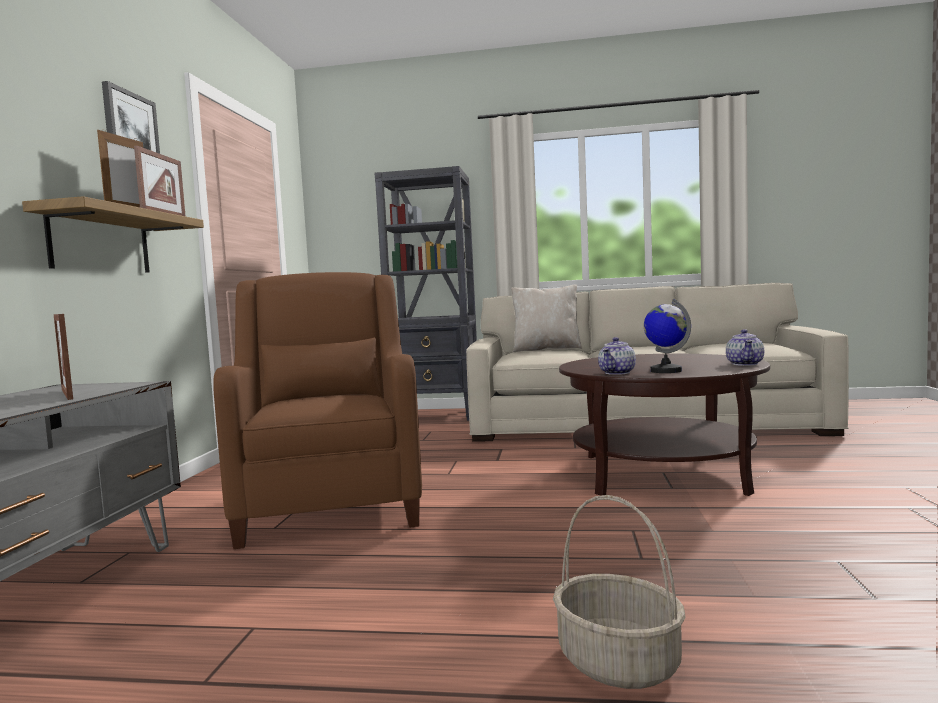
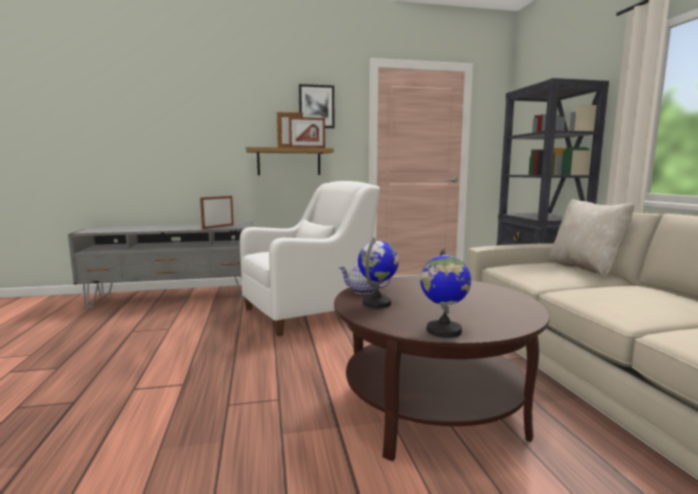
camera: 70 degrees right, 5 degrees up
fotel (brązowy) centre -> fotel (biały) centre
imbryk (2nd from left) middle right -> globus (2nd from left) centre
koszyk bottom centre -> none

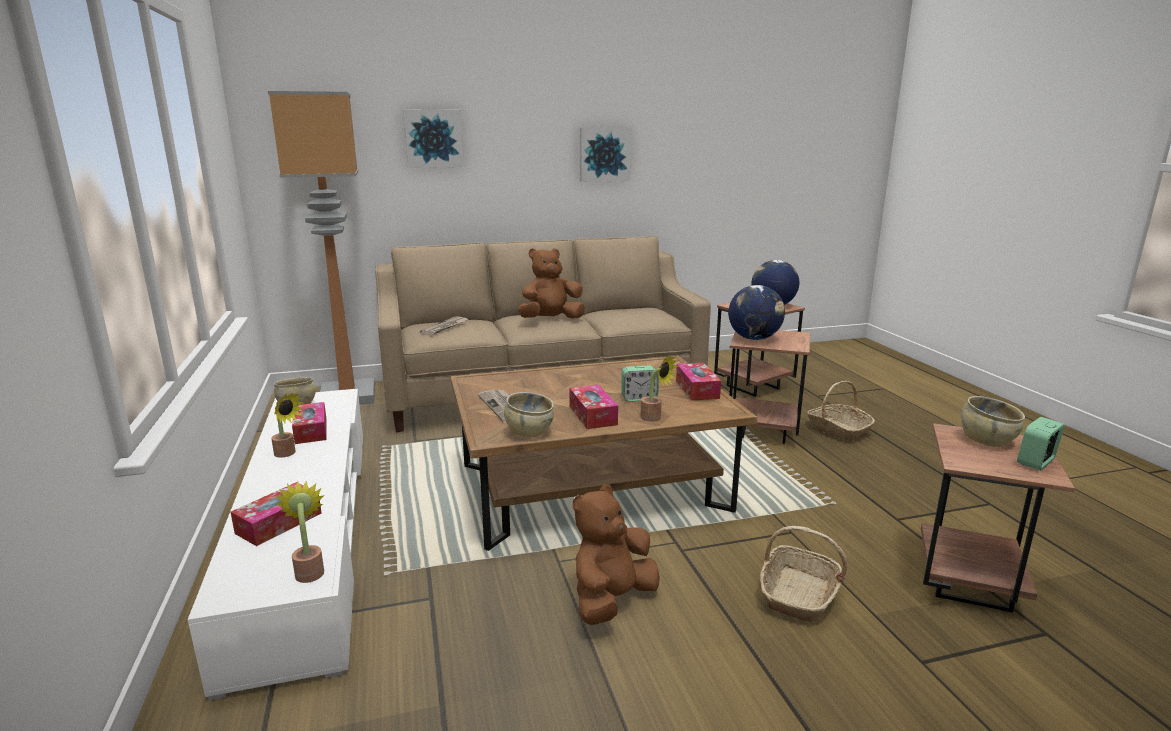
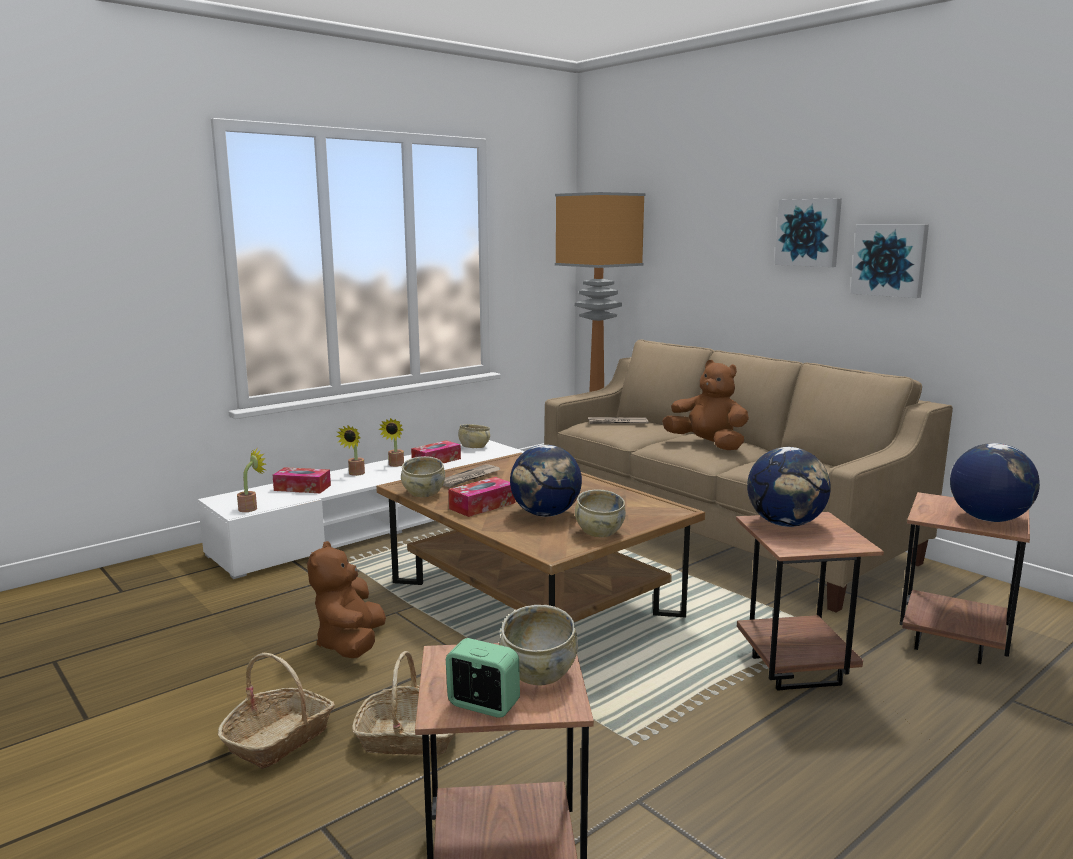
camera: 65 degrees right, 5 degrees down
koszyk (2nd from left in the first image) middle right -> koszyk (1st from left) bottom left, move
pluszak (brązowy) (2nd from left in the first image) bottom centre -> pluszak (brązowy) (1st from left) bottom left, 105 degrees counterclockwise
roślina doniczkowa (3rd from left in the first image) centre -> roślina doniczkowa (2nd from left) middle left, move
budzik (1st from left) centre -> globus (1st from left) centre
pudełko chusteczek (4th from left) centre -> miska (beżowy) (4th from left) centre
obraz (1st from left) top centre -> obraz (1st from left) top right, move

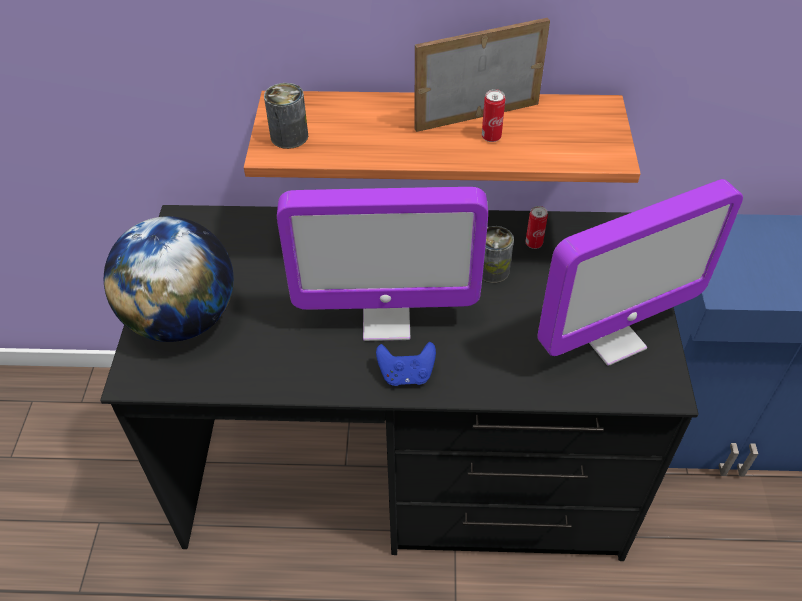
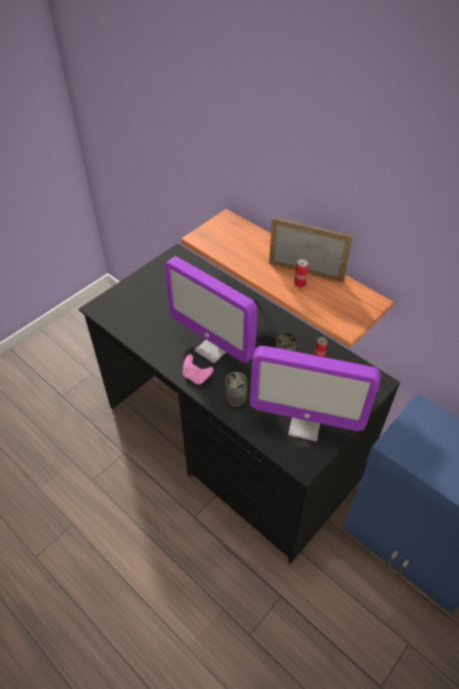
camera: 40 degrees right, 0 degrees up
pad do gier (niebieski) centre -> pad do gier (różowy) centre
puszka (1st from left) top centre -> puszka (1st from left) centre, move
globus middle left -> none

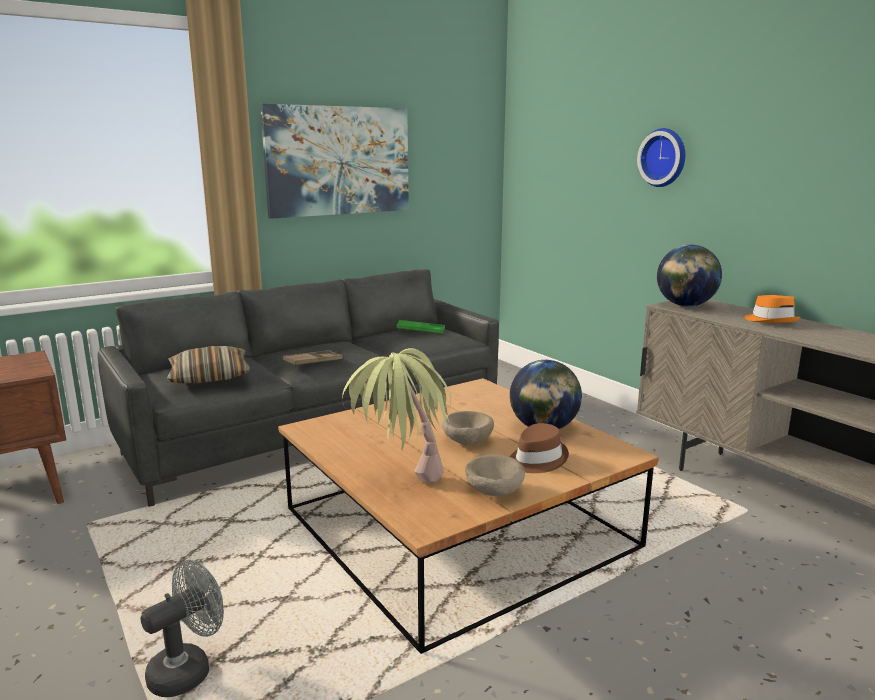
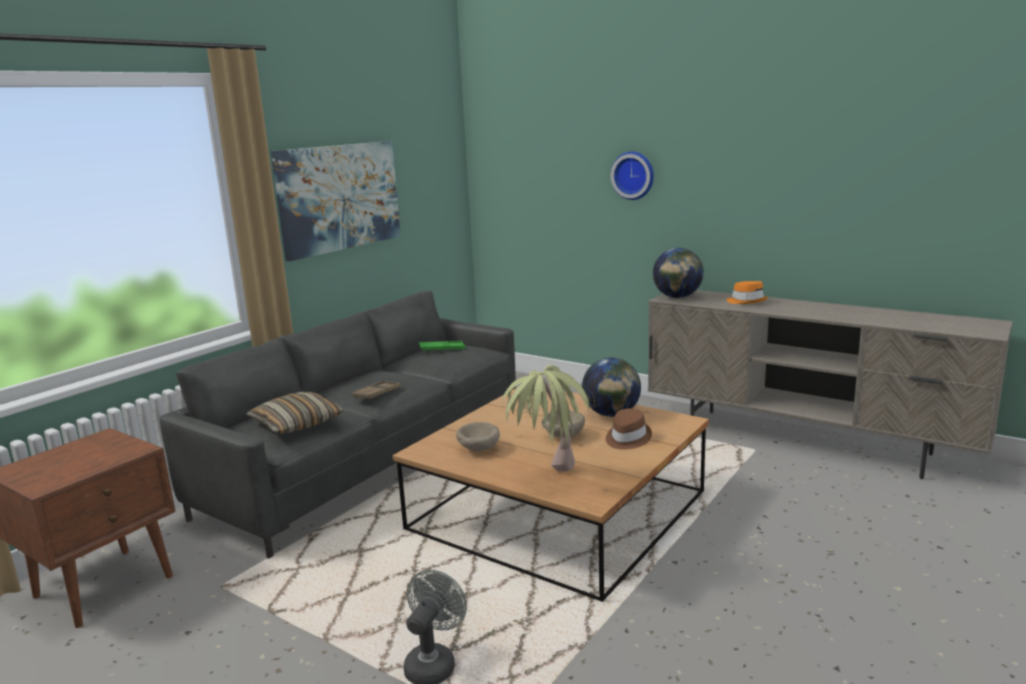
camera: 20 degrees left, 0 degrees up
miska (beżowy) (2nd from left in the first image) bottom centre -> miska (beżowy) (1st from left) centre, move

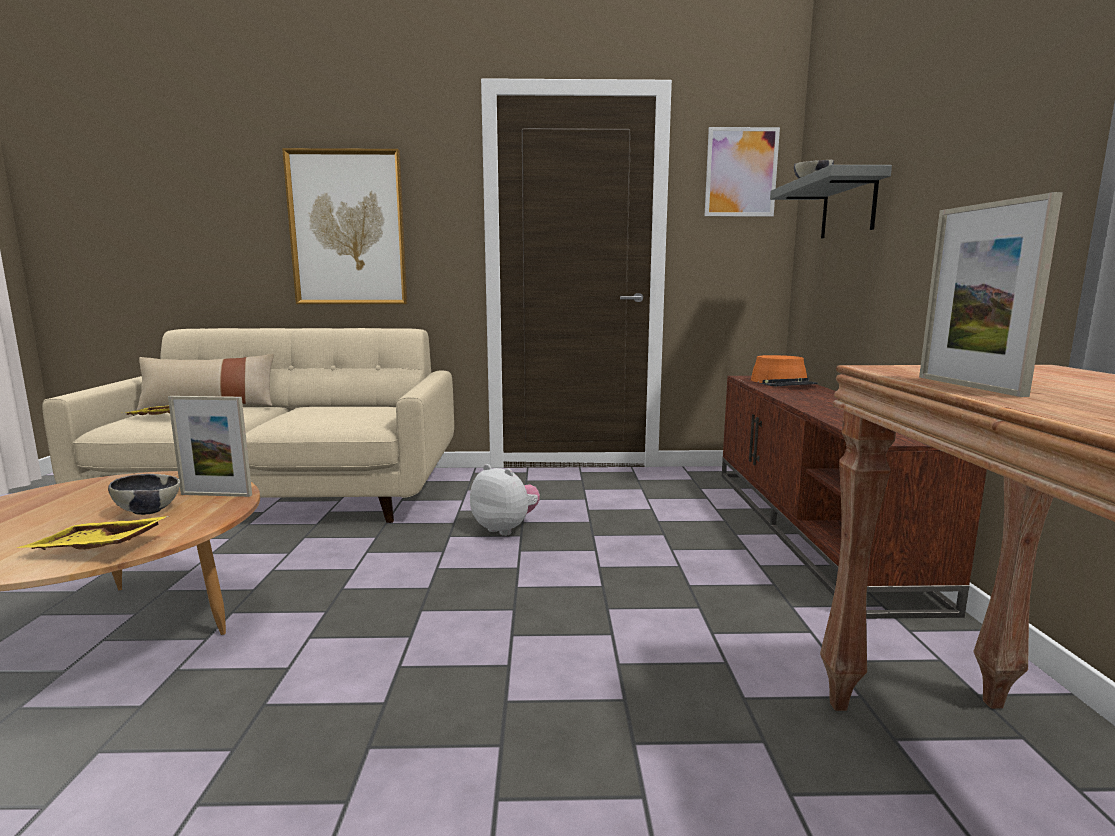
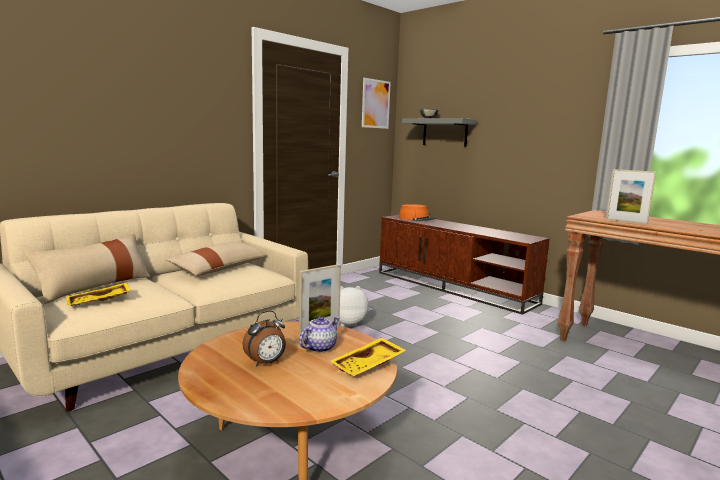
camera: 45 degrees left, 0 degrees up
none -> poduszka (beżowy) (2nd from left) middle left
none -> budzik bottom centre
miska (1st from left) middle left -> imbryk bottom centre
obraz (1st from left) top left -> none

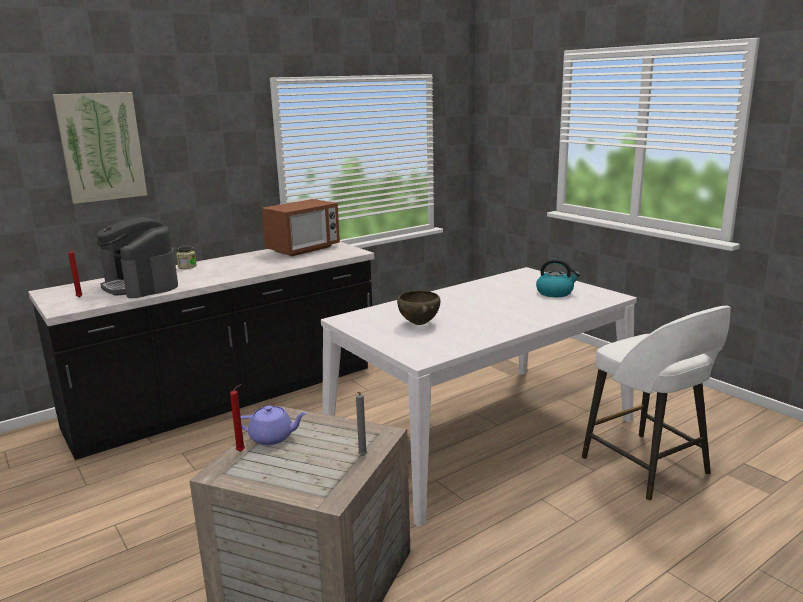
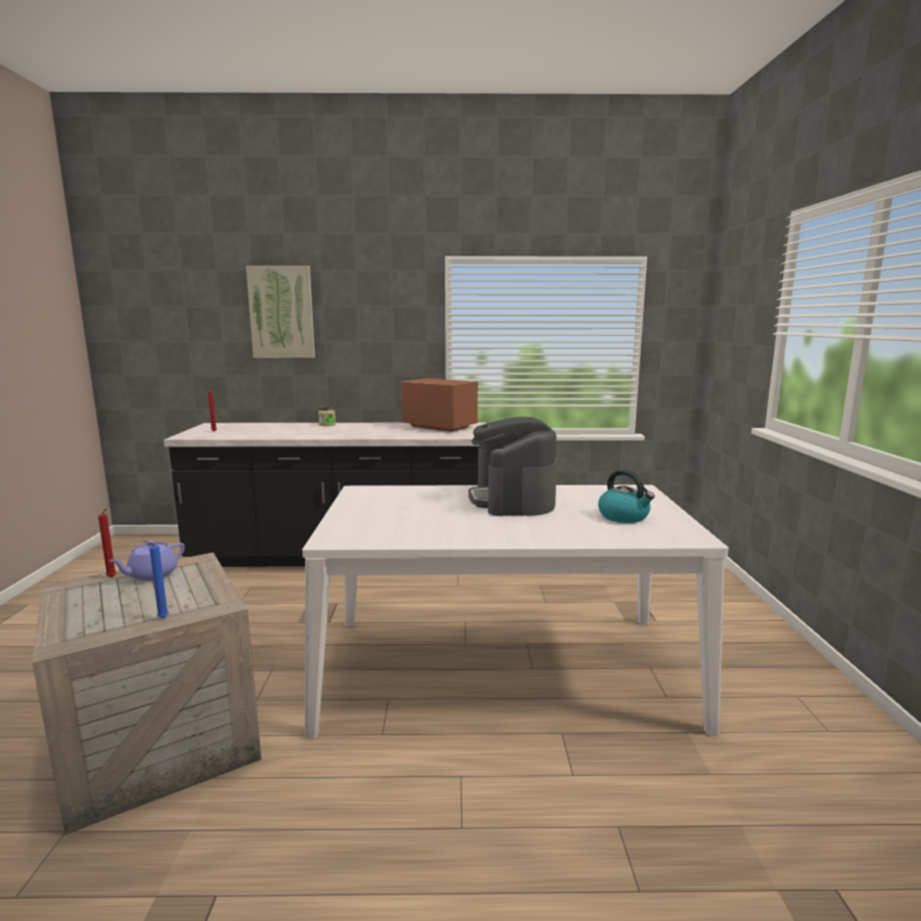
camera: 35 degrees right, 5 degrees down
imbryk (fioletowy) bottom centre -> imbryk (fioletowy) middle left, 90 degrees clockwise
świeca (szary) bottom centre -> świeca (niebieski) middle left
mikrofalówka centre, 135 degrees counterclockwise
ekspres do kawy middle left -> ekspres do kawy centre, move
miska (brązowy) centre -> none
stołek (biały) bottom right -> none

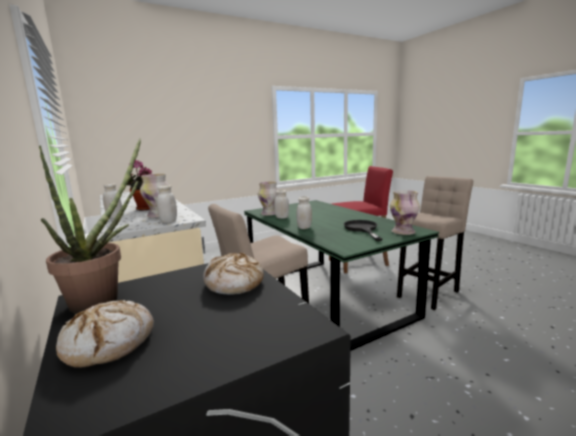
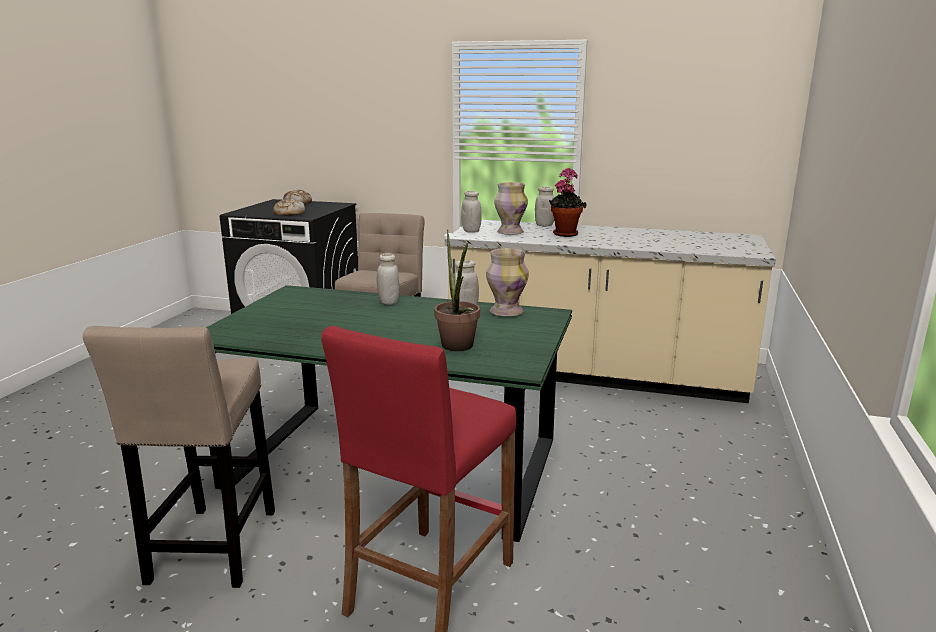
camera: 135 degrees right, 5 degrees up
roślina doniczkowa (1st from left) middle left -> roślina doniczkowa (1st from left) centre, move
patelnia (czarny) centre -> none
wazon (3rd from left) middle right -> none

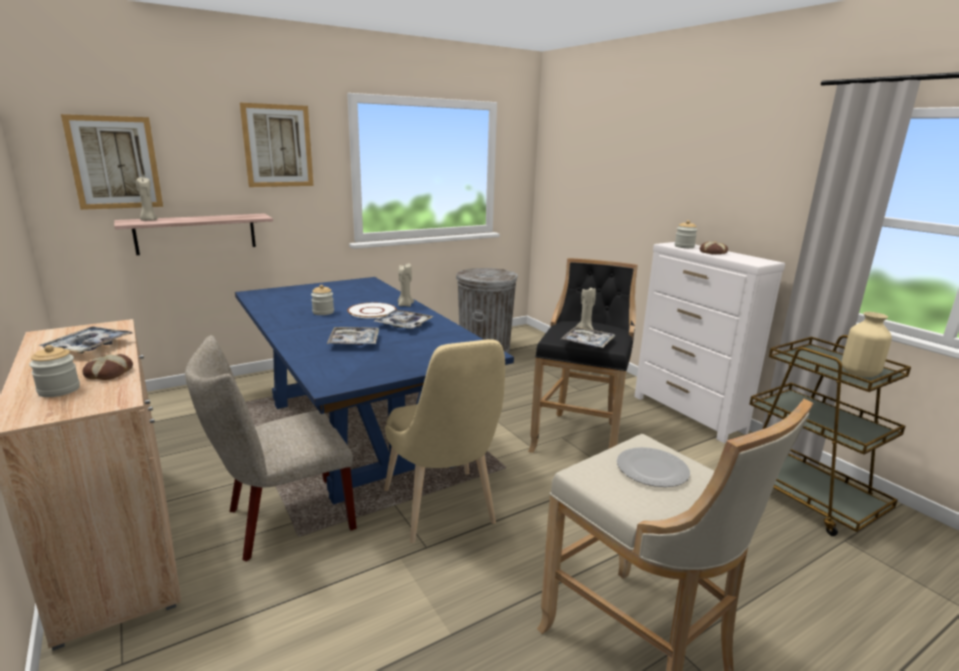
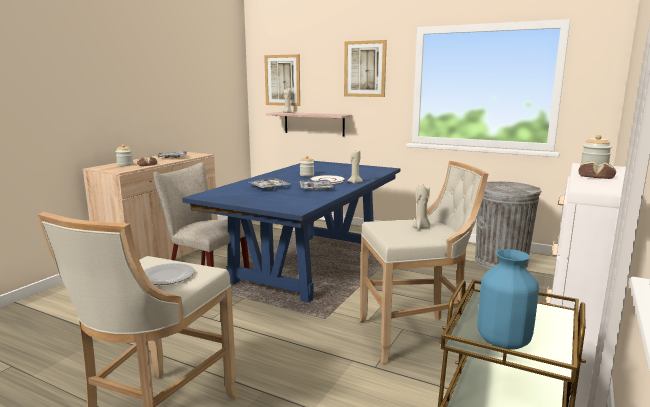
camera: 60 degrees right, 5 degrees down
stołek (czarny) centre -> stołek (beżowy) (2nd from left) centre
wazon (beżowy) middle right -> wazon (niebieski) bottom right
krzesło (beżowy) (2nd from left) centre -> none
taca (4th from left) centre -> none

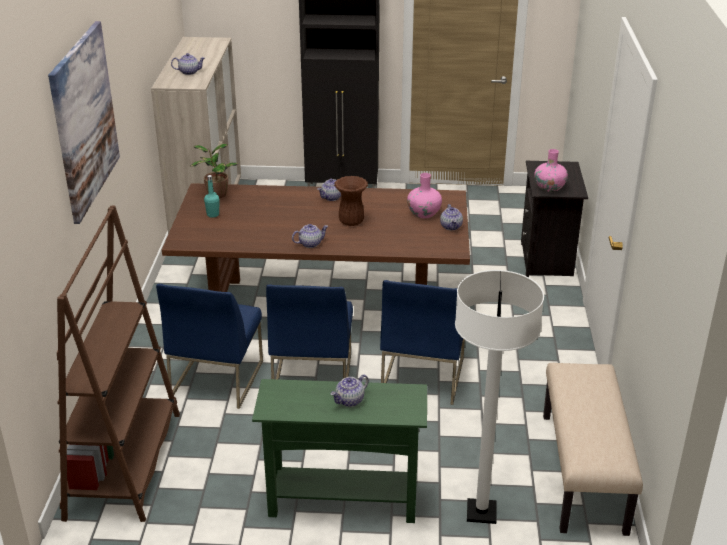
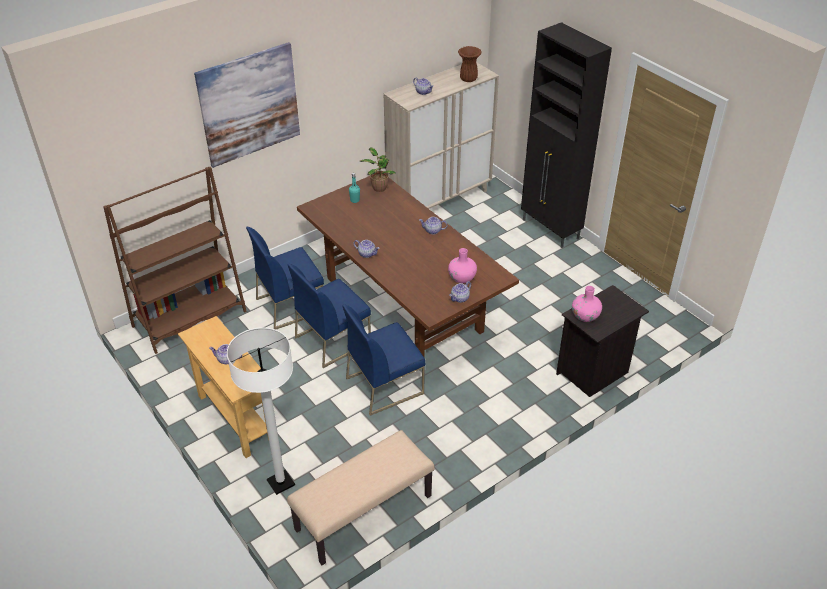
camera: 50 degrees right, 10 degrees up
stolik konsolowy (zielony) bottom centre -> stolik konsolowy (beżowy) middle left
wazon (brązowy) centre -> wazon (brązowy) top centre, move

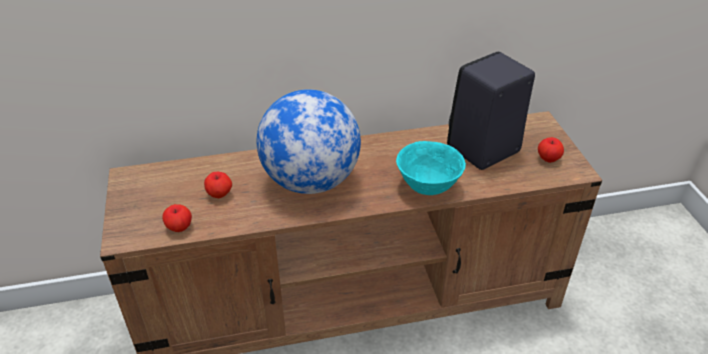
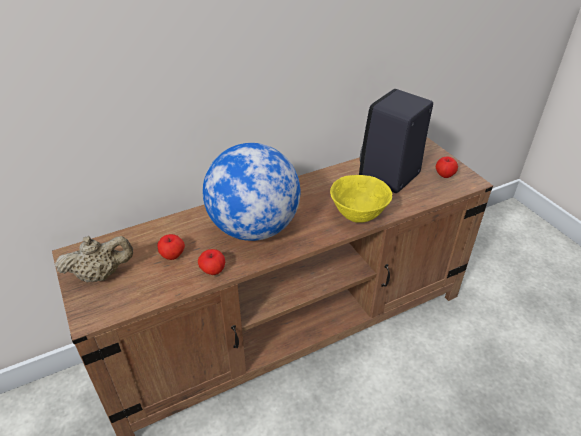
camera: 15 degrees left, 0 degrees up
none -> imbryk (beżowy) middle left
jabłko (1st from left in the first image) middle left -> jabłko (2nd from left) centre, move
miska (turkusowy) centre -> miska (żółty) centre

